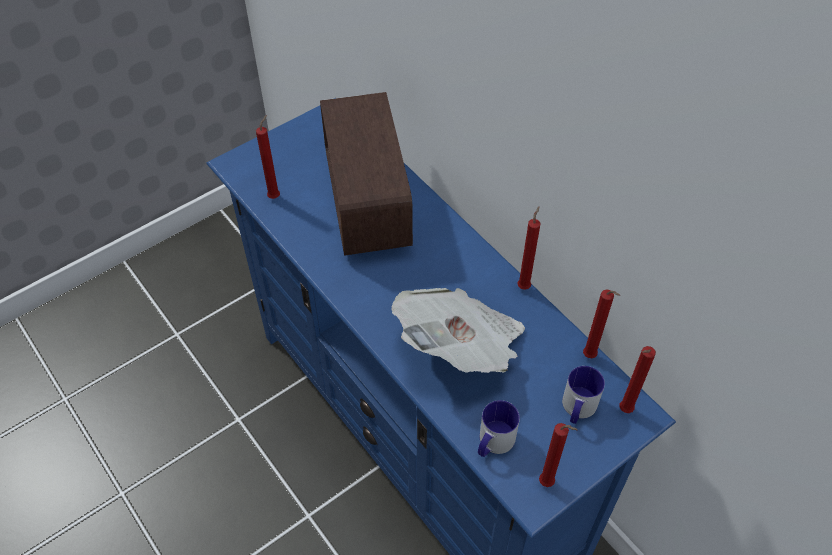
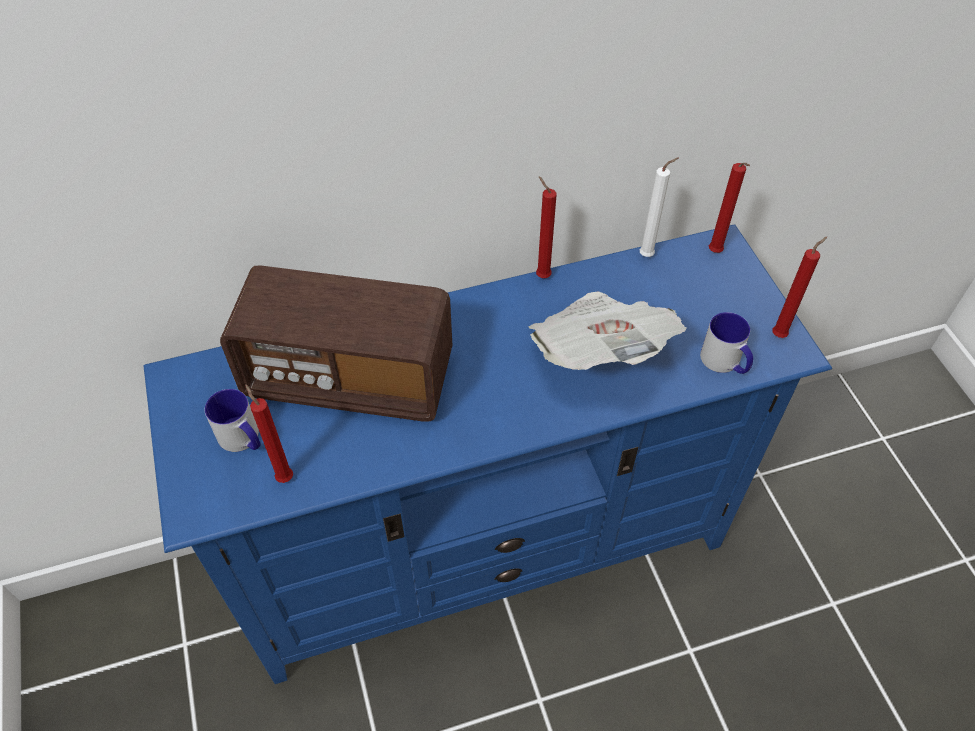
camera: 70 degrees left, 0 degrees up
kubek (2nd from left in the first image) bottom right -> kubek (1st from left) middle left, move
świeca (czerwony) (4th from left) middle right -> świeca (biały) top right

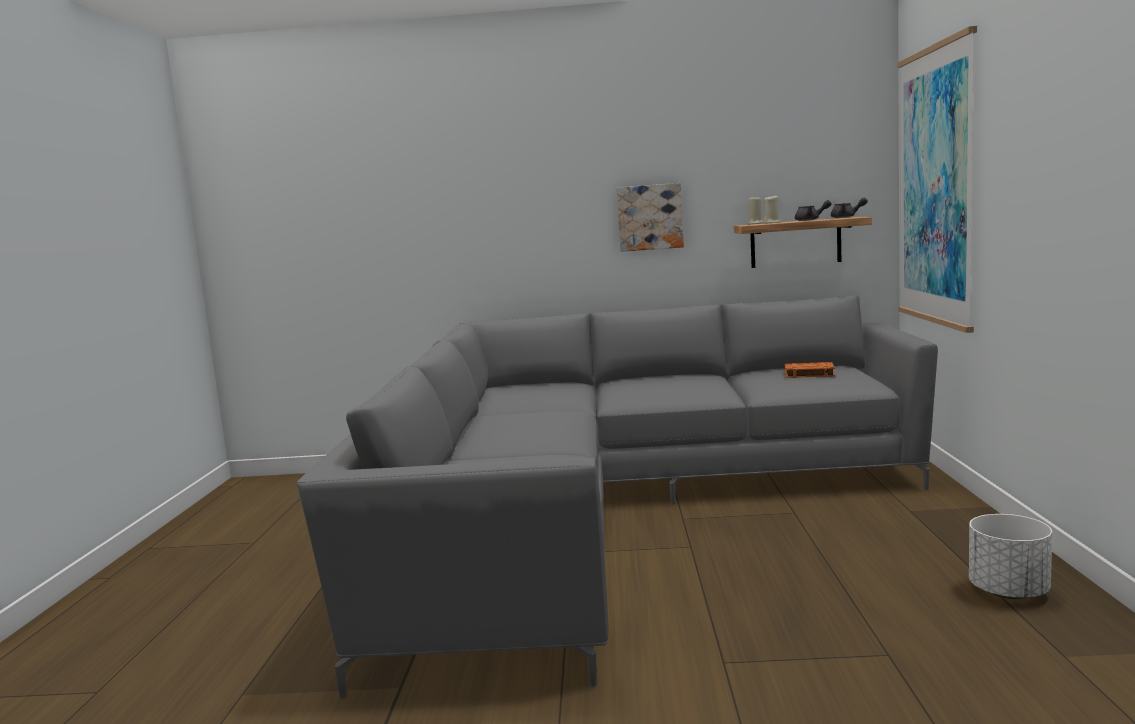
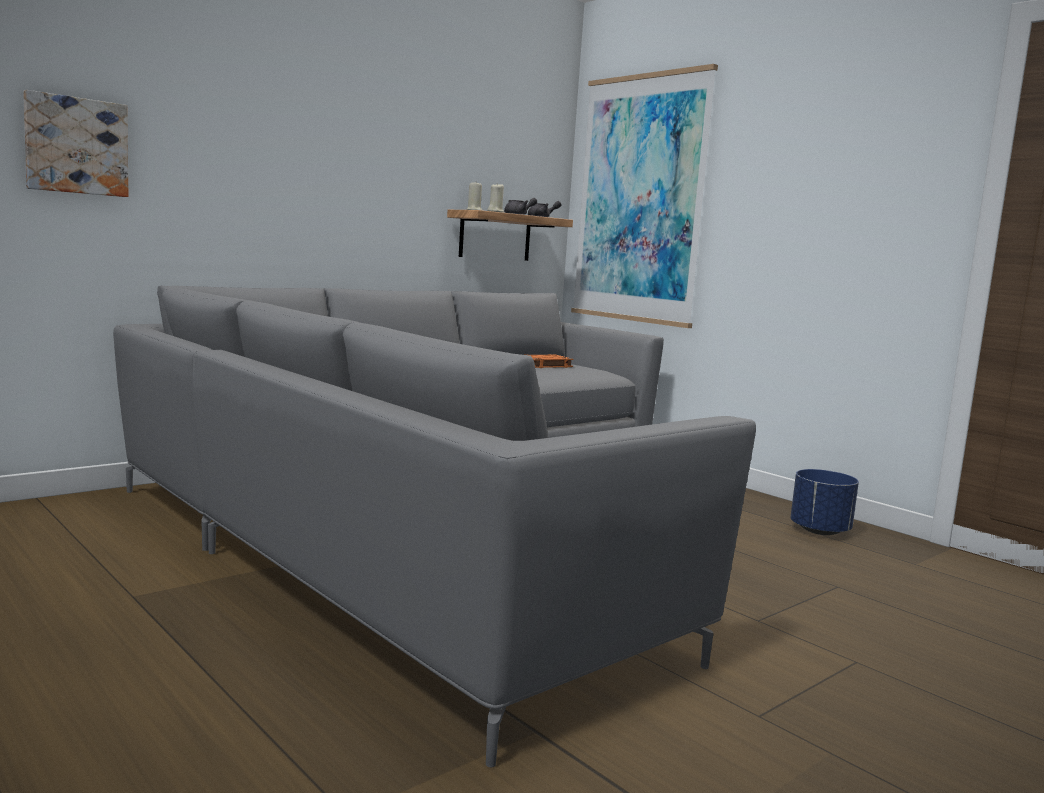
camera: 45 degrees left, 0 degrees up
obraz (1st from left) top centre -> obraz (1st from left) top left, move
donica (biały) bottom right -> donica (niebieski) middle right

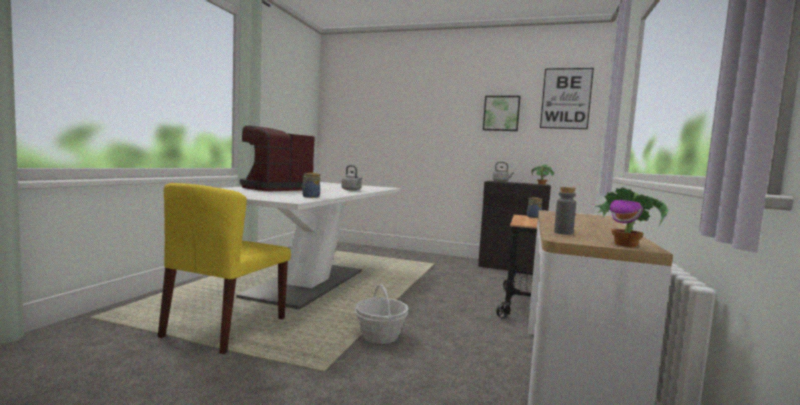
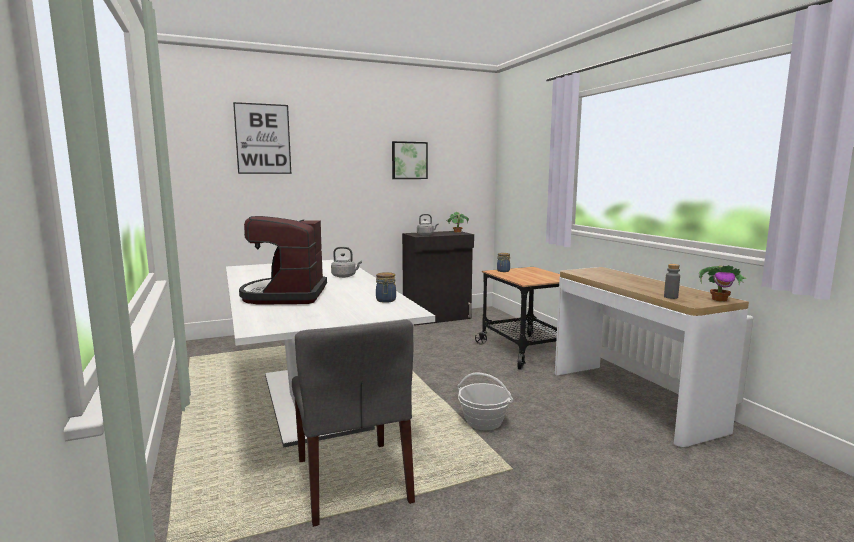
camera: 40 degrees left, 5 degrees up
obraz (2nd from left in the first image) top right -> obraz (1st from left) top left, move
krzesło (żółty) middle left -> krzesło (szary) bottom centre

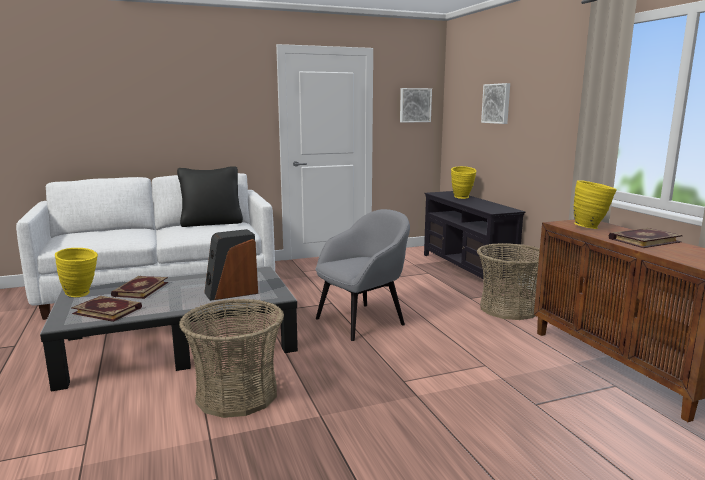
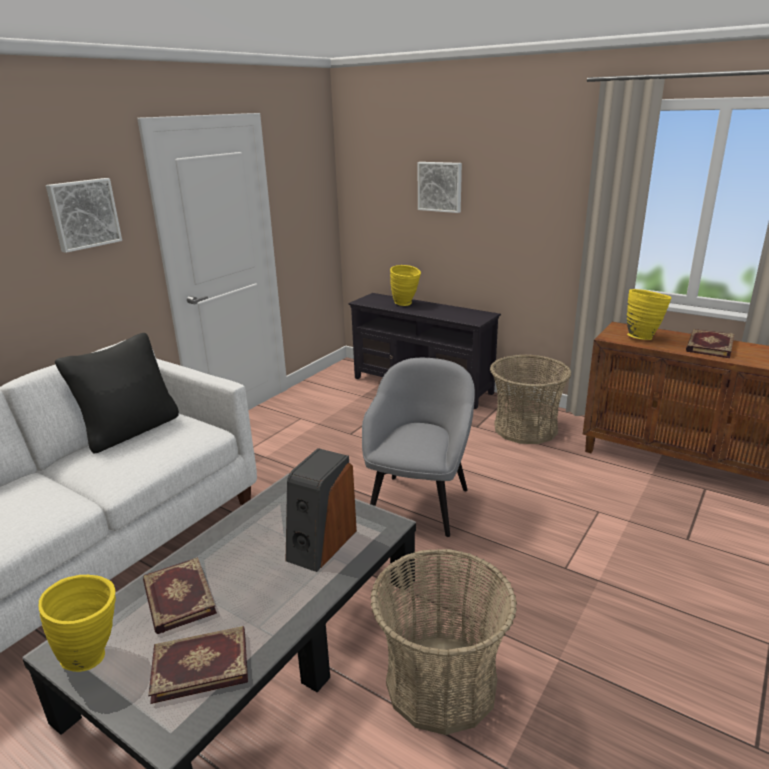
camera: 35 degrees left, 10 degrees up
obraz (1st from left) top centre -> obraz (1st from left) top left, move

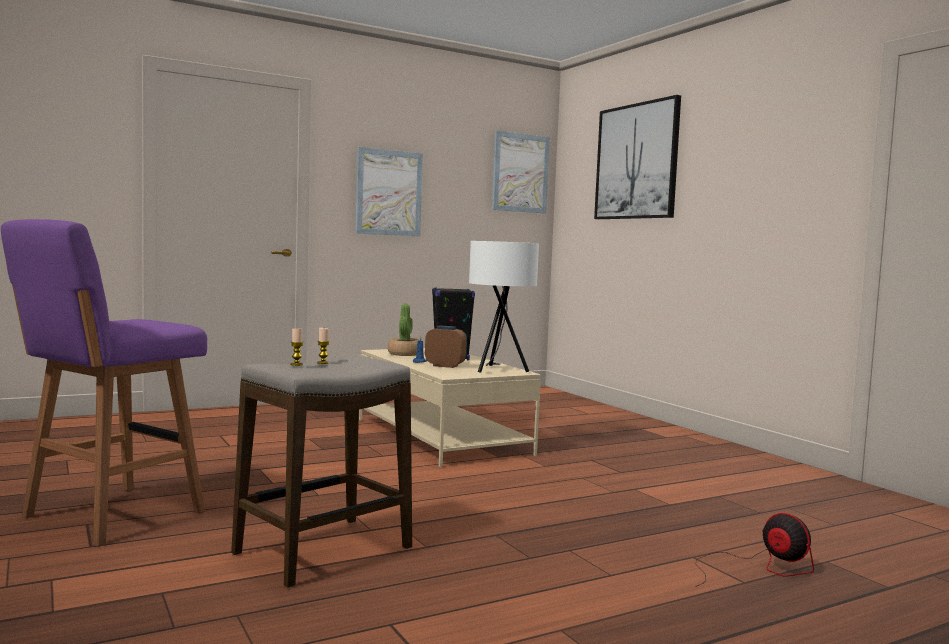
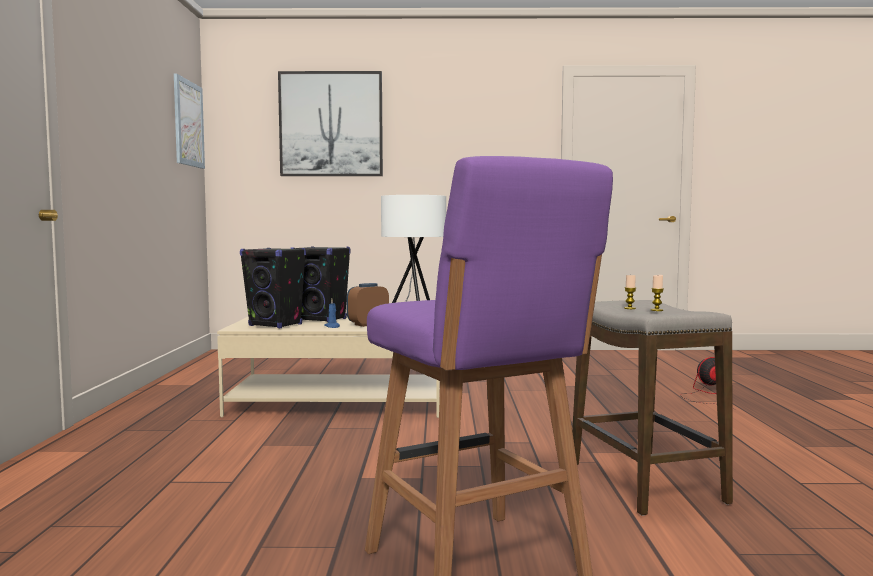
camera: 60 degrees left, 0 degrees up
roślina doniczkowa centre -> głośnik (czarny) (1st from left) middle left
obraz (1st from left) top centre -> none

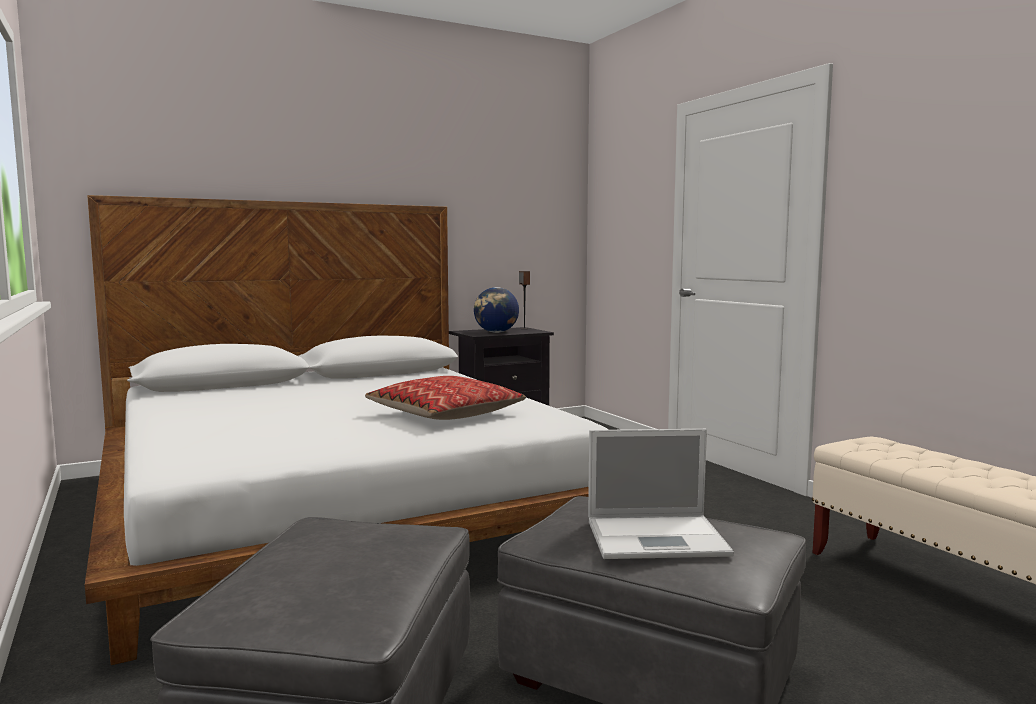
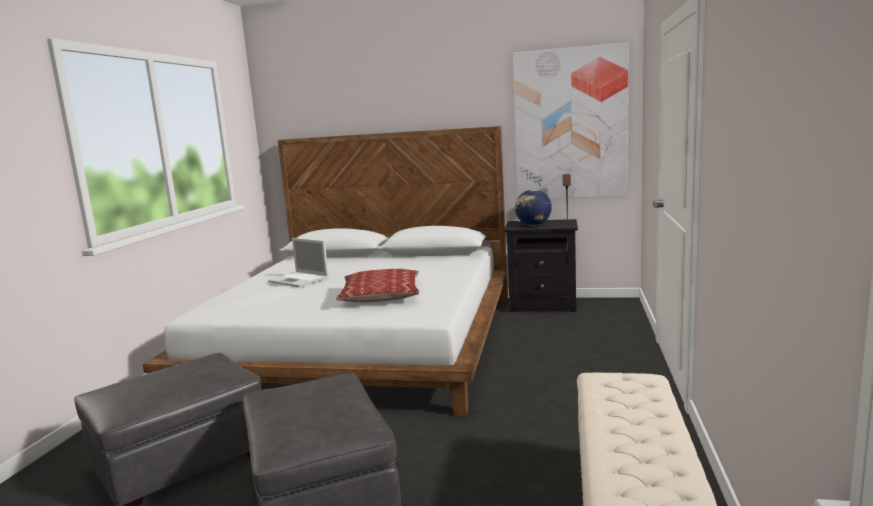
camera: 40 degrees right, 5 degrees up
laptop bottom centre -> laptop centre, move
none -> obraz top centre

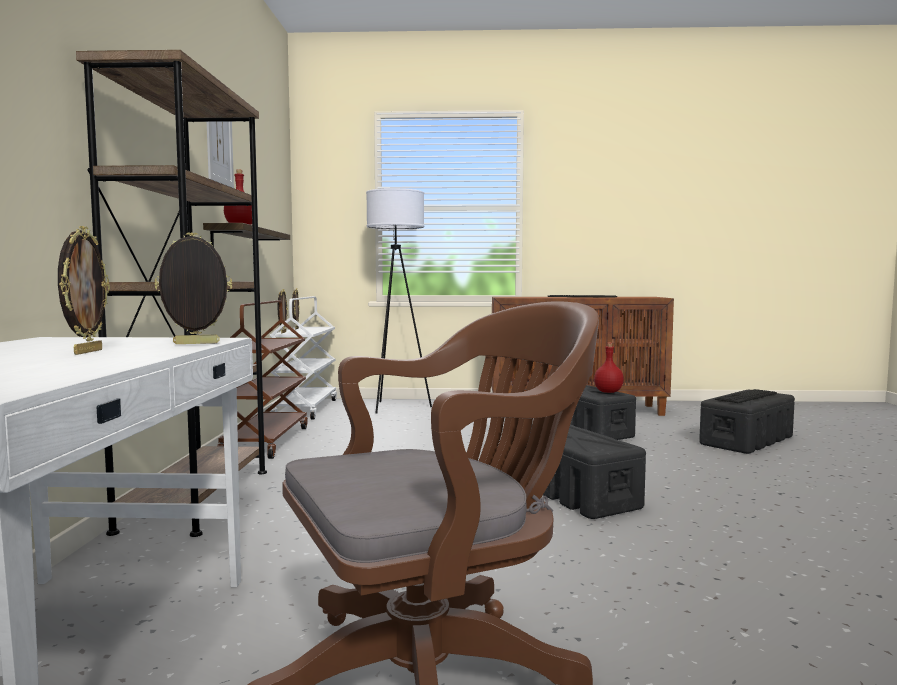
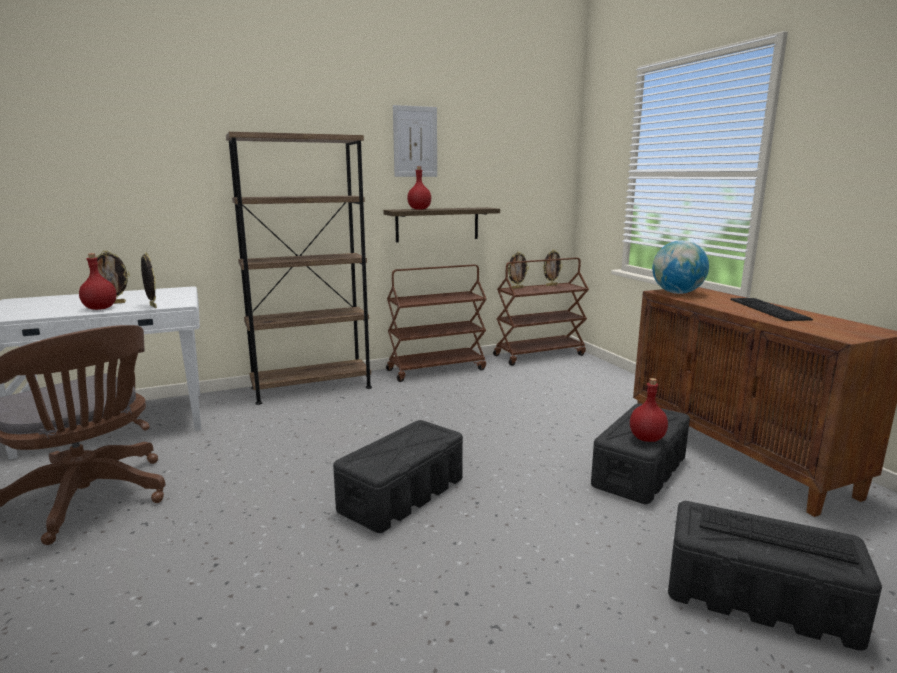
camera: 65 degrees right, 10 degrees up
none -> butelka (czerwony) (1st from left) middle left
wózek (biały) centre -> wózek (brązowy) (2nd from left) centre
none -> globus middle right
lampa stojąca (biały) centre -> none

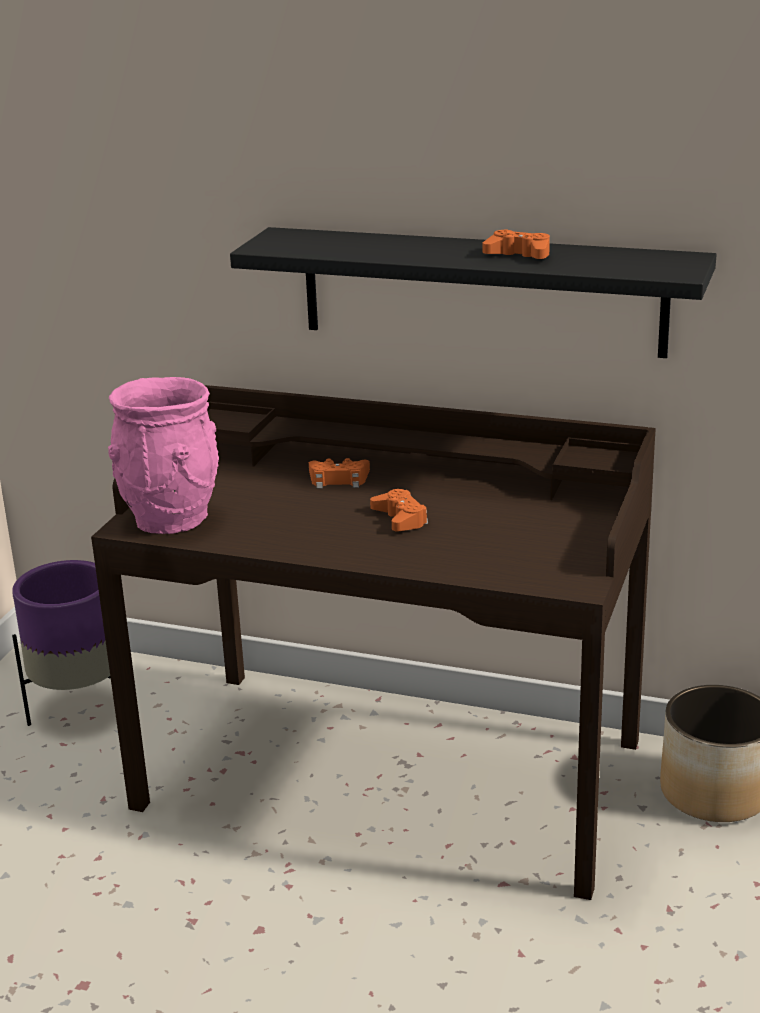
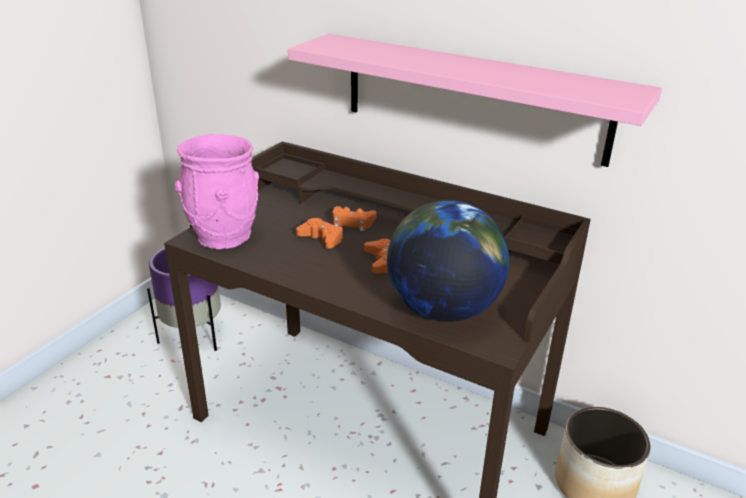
camera: 10 degrees right, 5 degrees up
półka (czarny) top centre -> półka (różowy) top centre
pad do gier (pomarańczowy) (3rd from left in the first image) top right -> pad do gier (pomarańczowy) (1st from left) centre, move
none -> globus centre

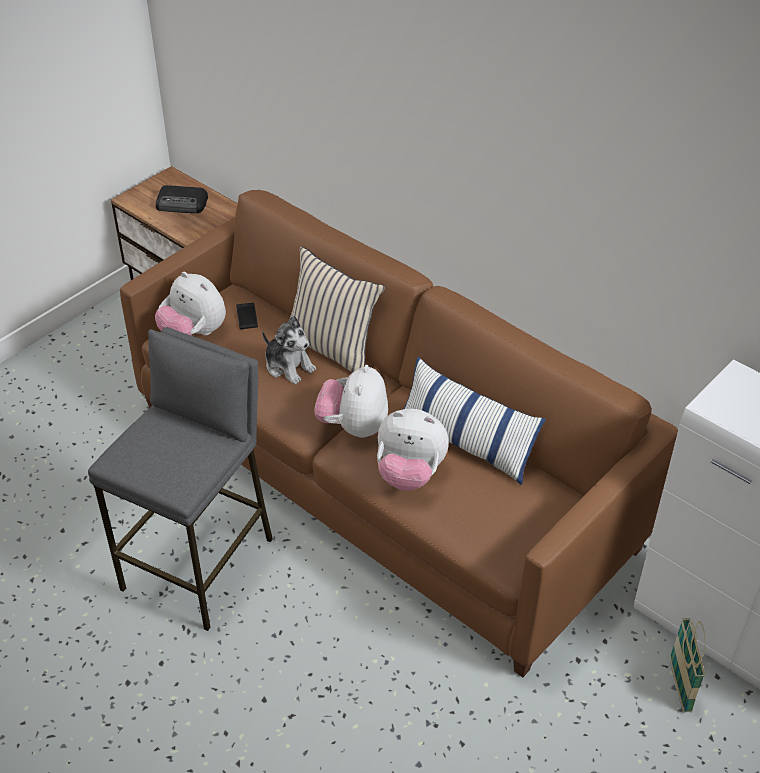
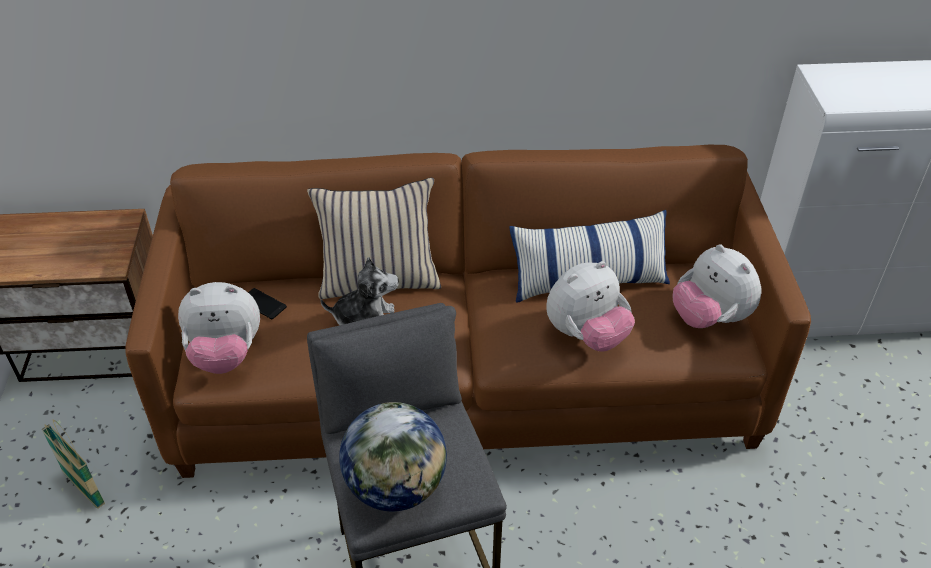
camera: 45 degrees left, 0 degrees up
koszyk bottom right -> koszyk bottom left, move
none -> globus bottom centre
pluszak (3rd from left in the first image) centre -> pluszak (4th from left) middle right, move
radio top left -> none

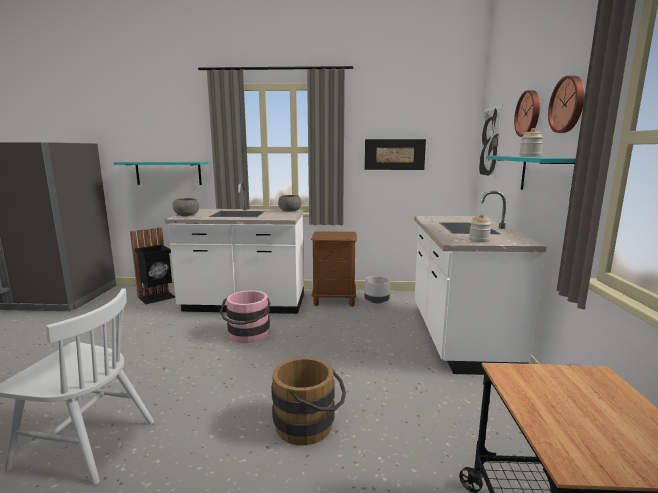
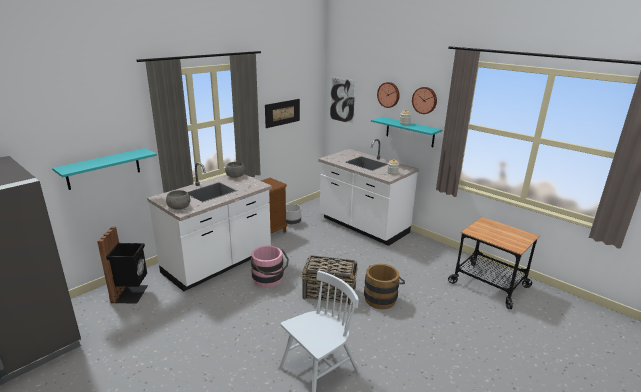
camera: 50 degrees left, 10 degrees up
none -> koszyk bottom centre

